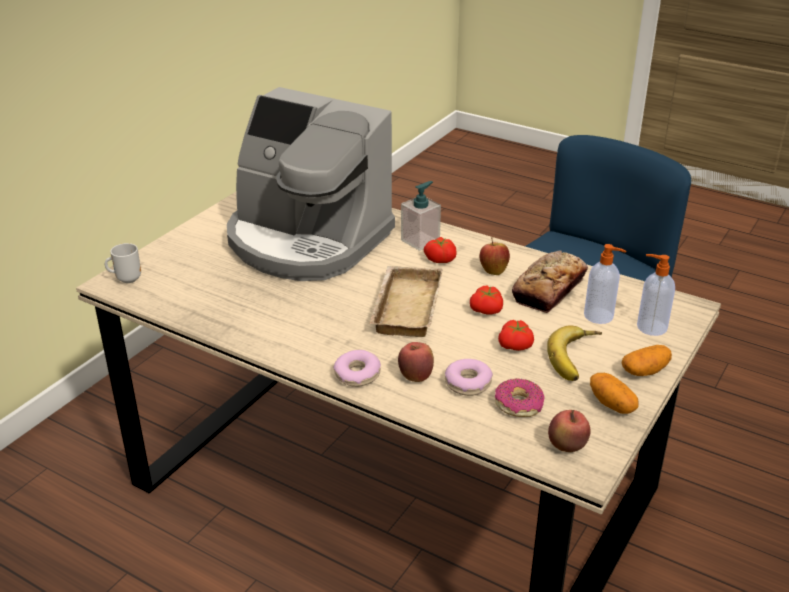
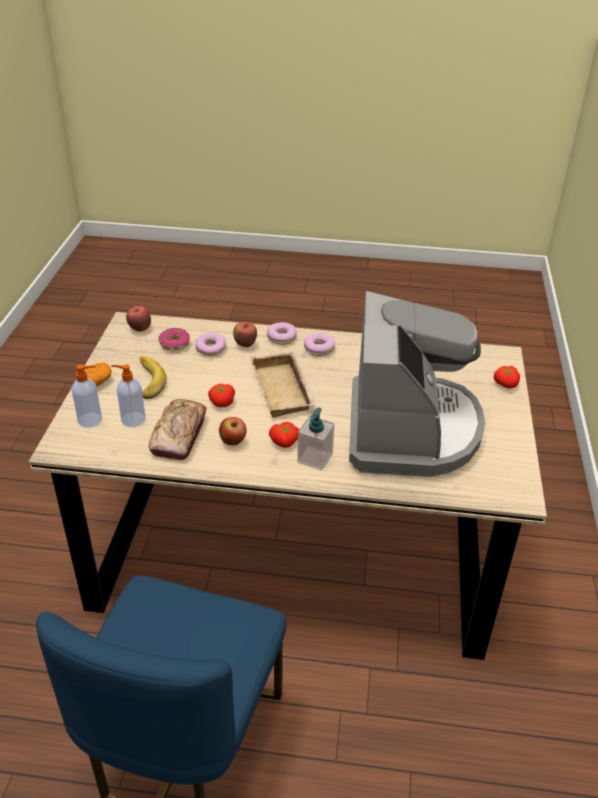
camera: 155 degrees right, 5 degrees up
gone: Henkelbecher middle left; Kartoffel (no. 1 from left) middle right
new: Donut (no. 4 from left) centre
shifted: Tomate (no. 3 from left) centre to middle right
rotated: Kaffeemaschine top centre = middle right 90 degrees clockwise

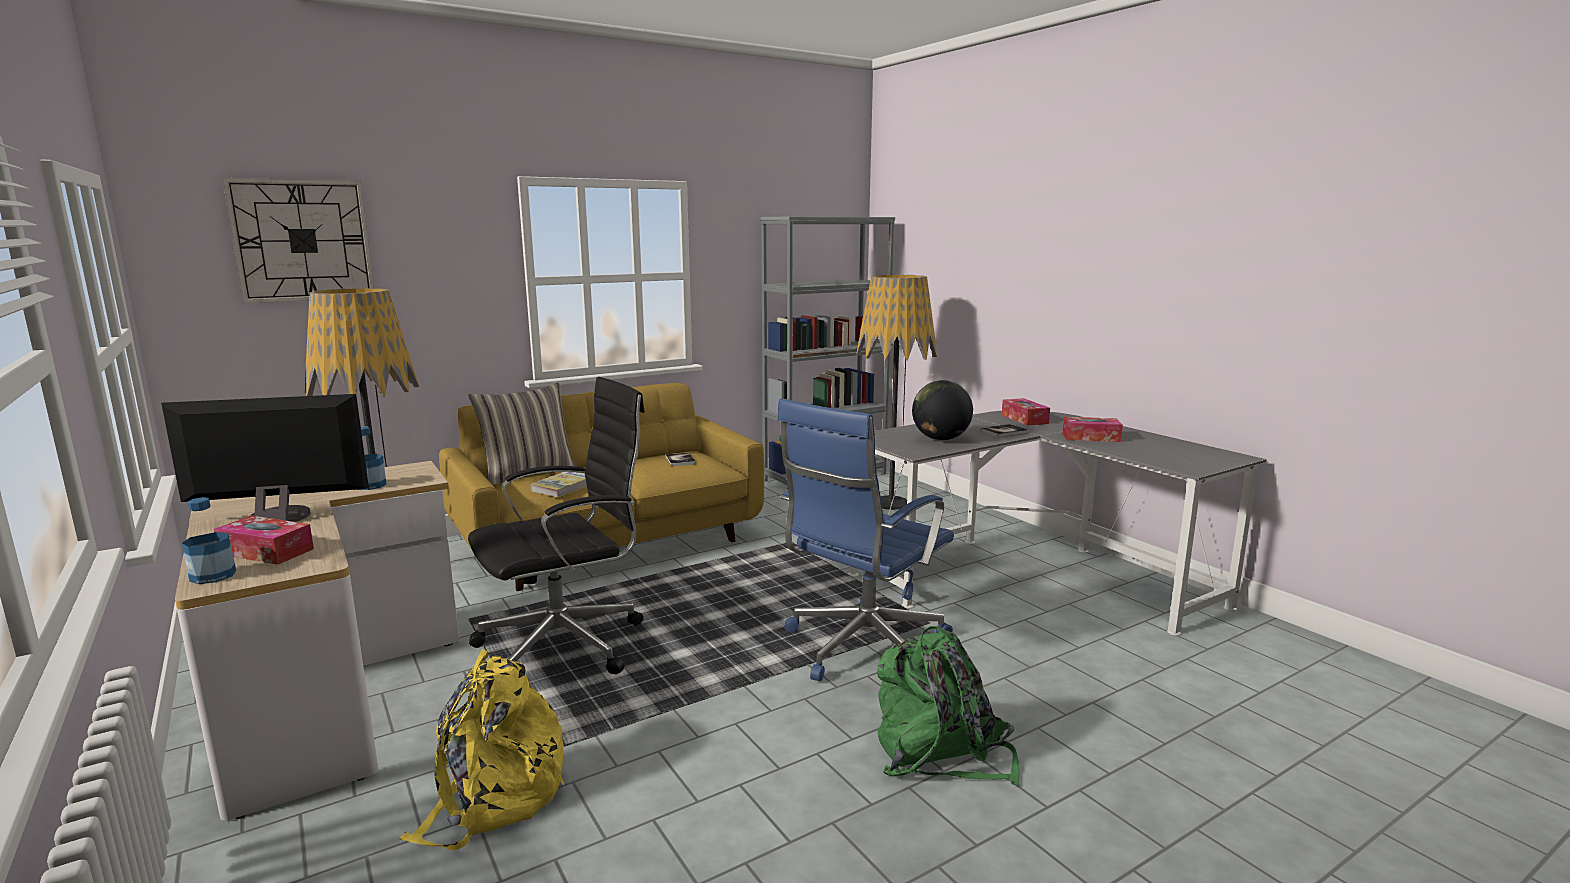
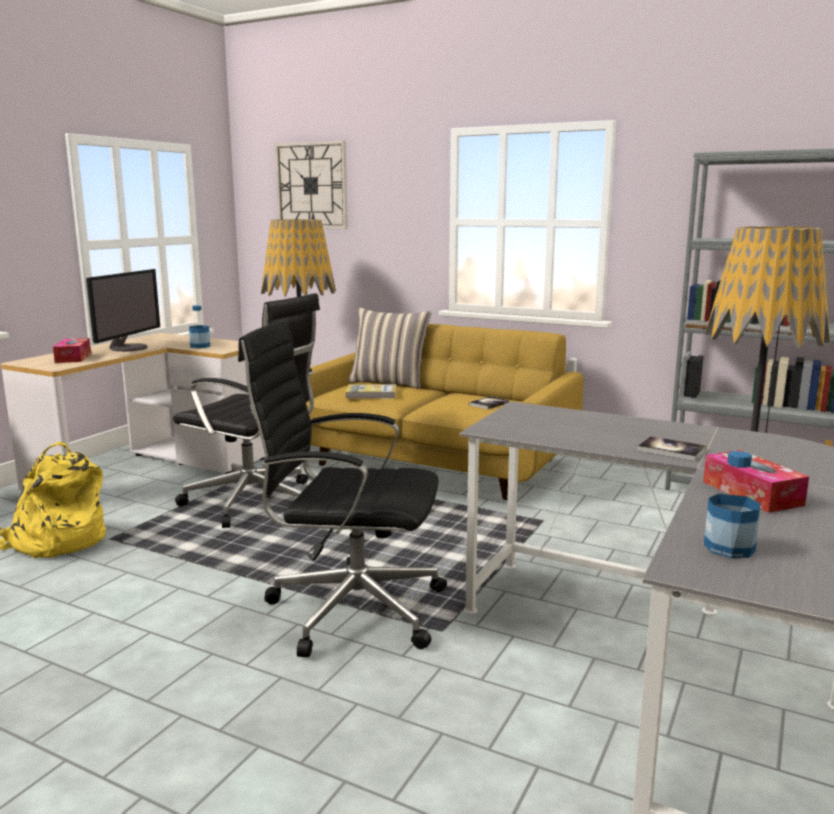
camera: 60 degrees right, 0 degrees up
gone: Rucksack/grün bottom centre; Globus centre; Taschentuchbox (no. 2 from left) centre
shifted: Flasche (no. 1 from left in the first image) middle left to Flasche (no. 2 from left) middle right
repainted: Bürostuhl/blau centre to Bürostuhl/schwarz (no. 2 from left) centre
rotated: Monitor middle left = middle left 60 degrees clockwise

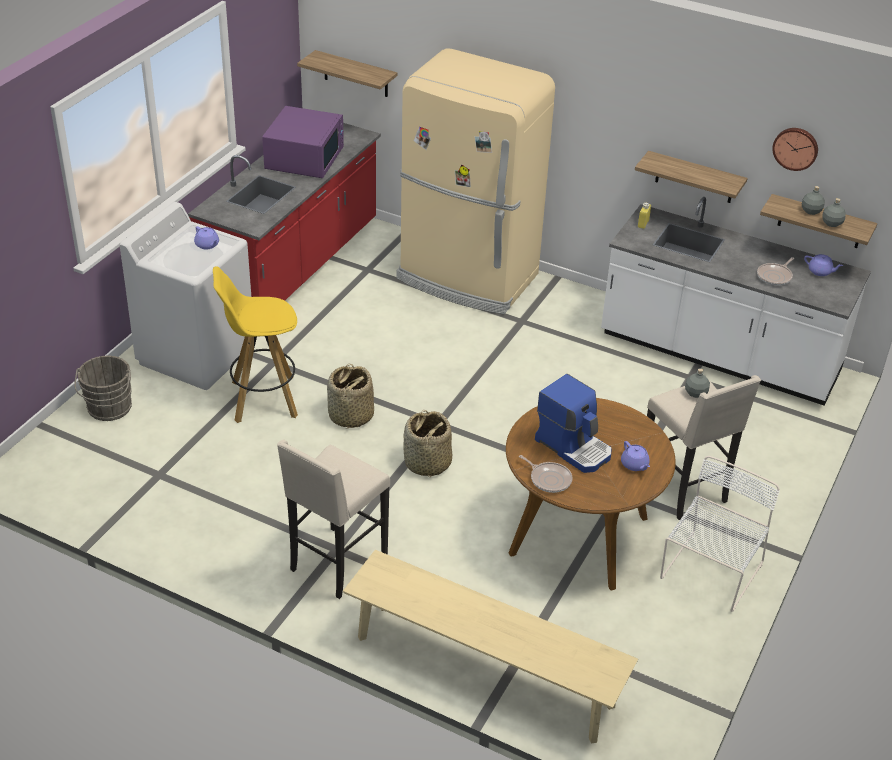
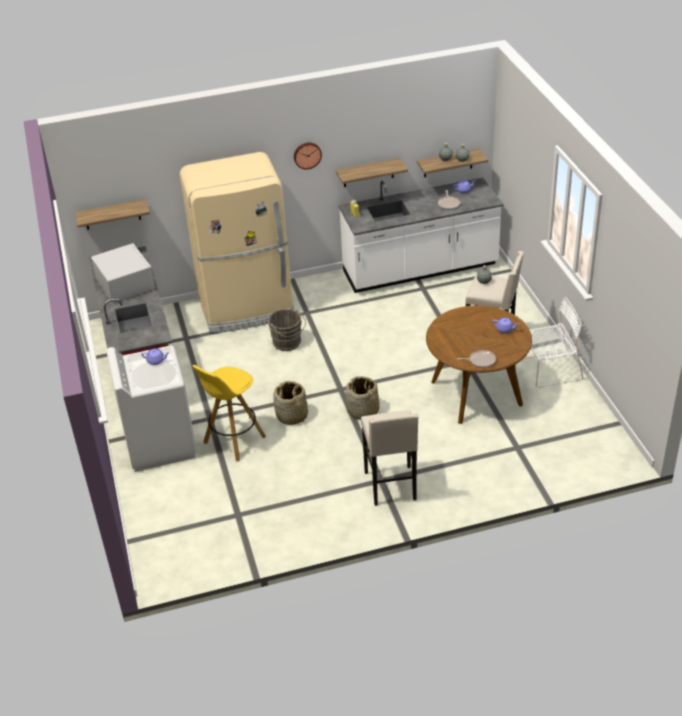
camera: 40 degrees left, 0 degrees up
gone: Bank/beige bottom centre; Kaffeemaschine centre
shifted: Eimer/grau middle left to centre; Wanduhr top right to top centre
repainted: Mikrowelle/lila top centre to Mikrowelle/weiß middle left
rotated: Stuhl/weiß bottom right = middle right 90 degrees clockwise

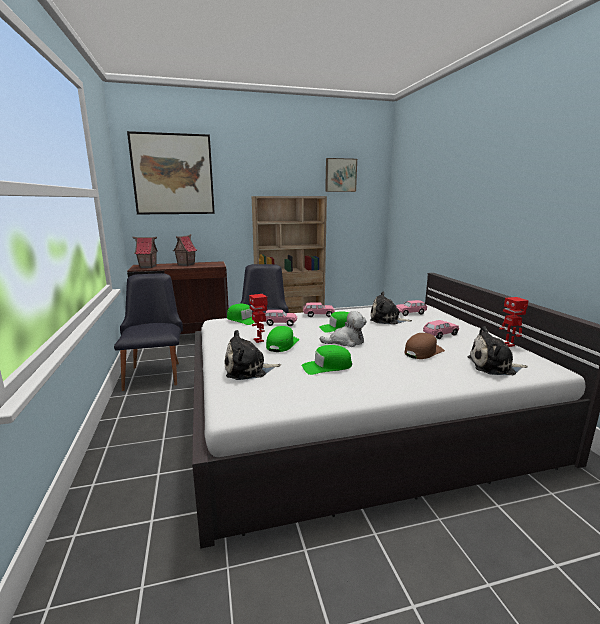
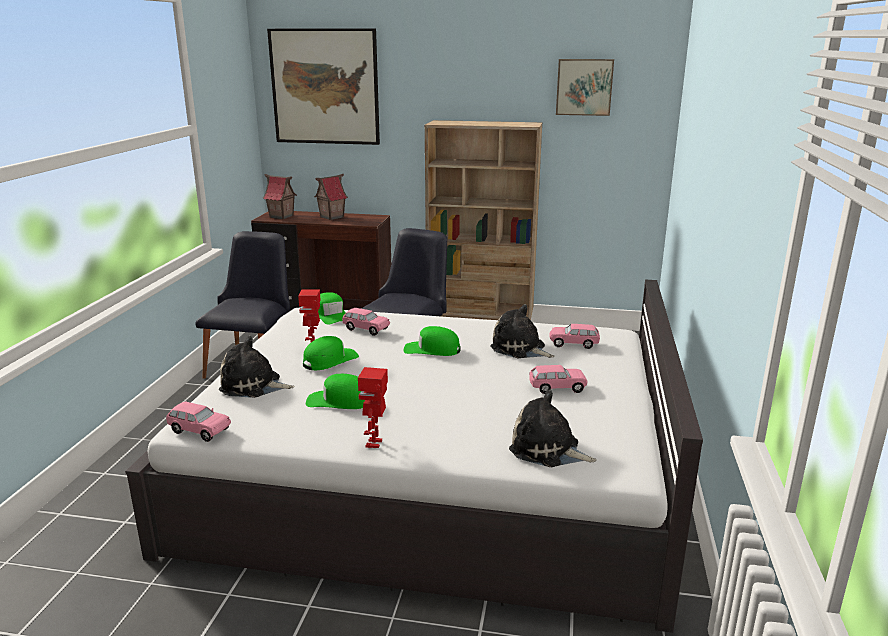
camera: 25 degrees right, 5 degrees up
gone: Plüschtier (no. 2 from left) centre; Kappe/braun middle right
shifted: Spielzeugauto/rosa (no. 2 from left in the first image) centre to Spielzeugauto/rosa (no. 1 from left) middle left; Spielzeugroboter (no. 2 from left) middle right to centre

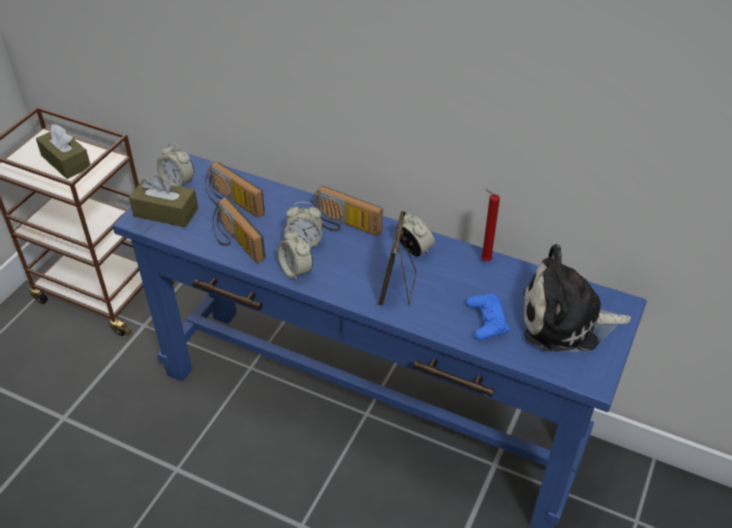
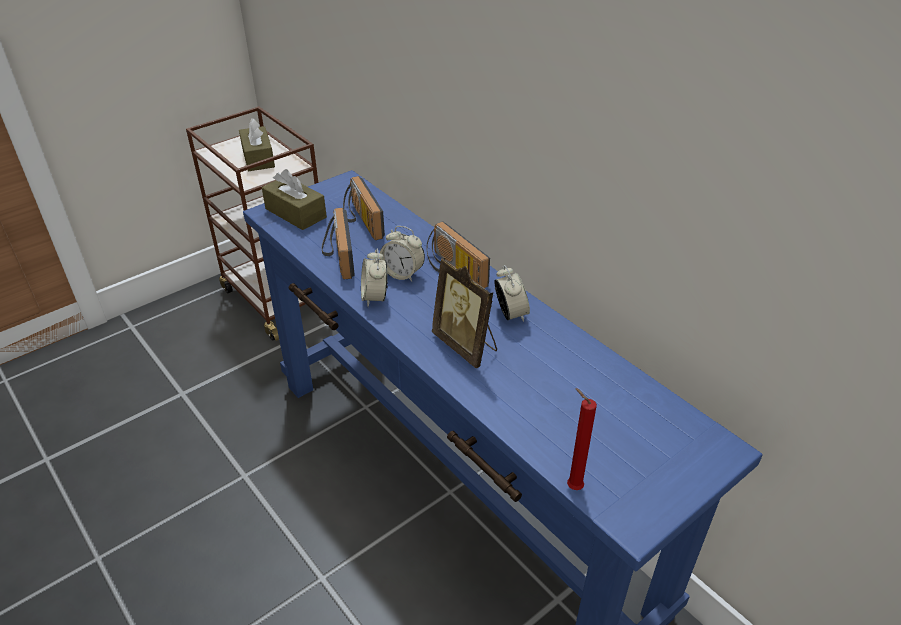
camera: 25 degrees right, 5 degrees down
gone: Wecker (no. 1 from left) top left; Gamepad/blau centre; Plüschtier middle right
shifted: Kerze/rot middle right to bottom centre
rotated: Bilderrahmen centre = centre 75 degrees counterclockwise

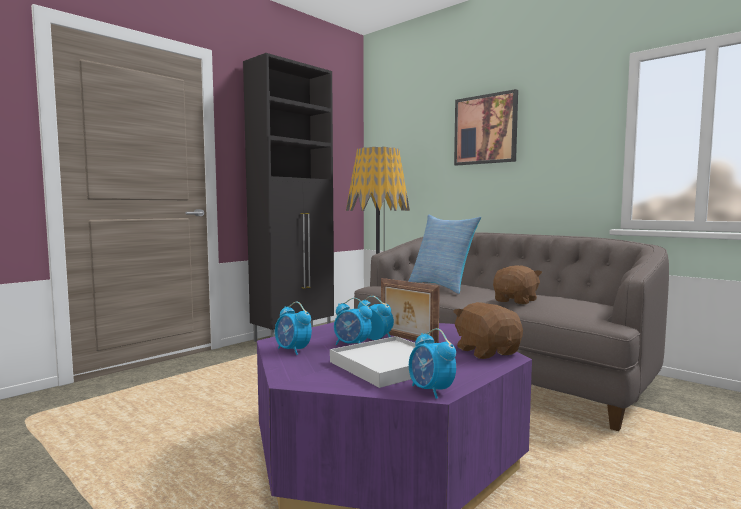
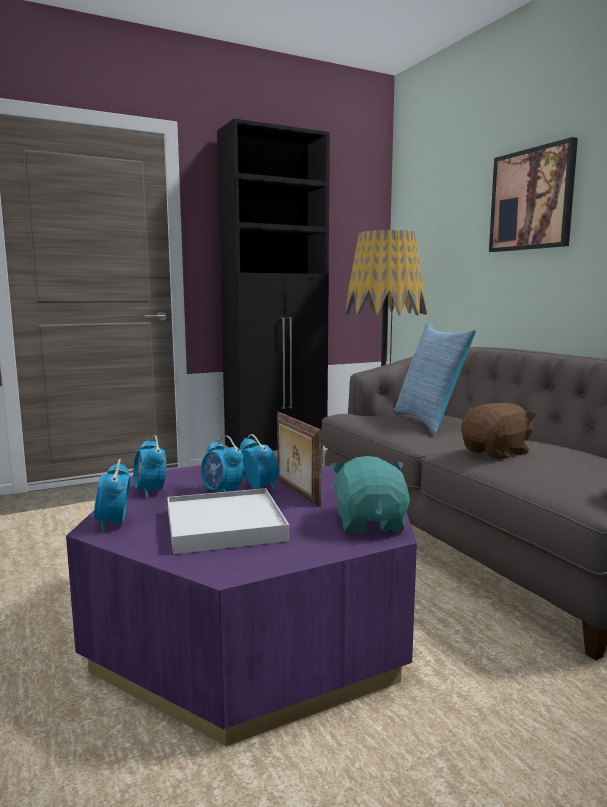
camera: 20 degrees right, 5 degrees up
shifted: Wecker (no. 4 from left in the first image) bottom centre to Wecker (no. 1 from left) middle left
repainted: Plüschtier/braun (no. 1 from left) centre to Plüschtier/türkis centre

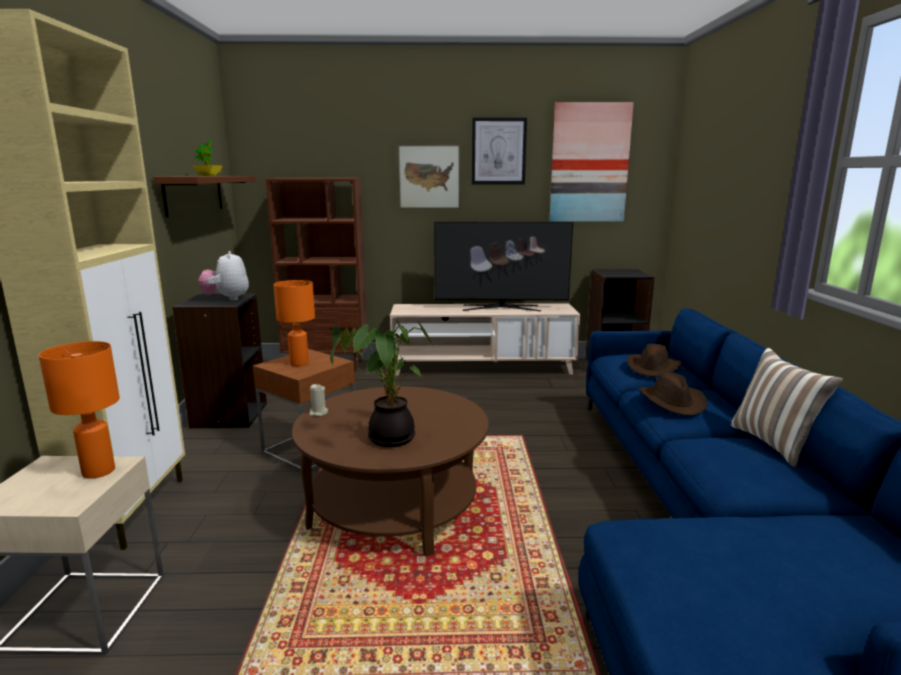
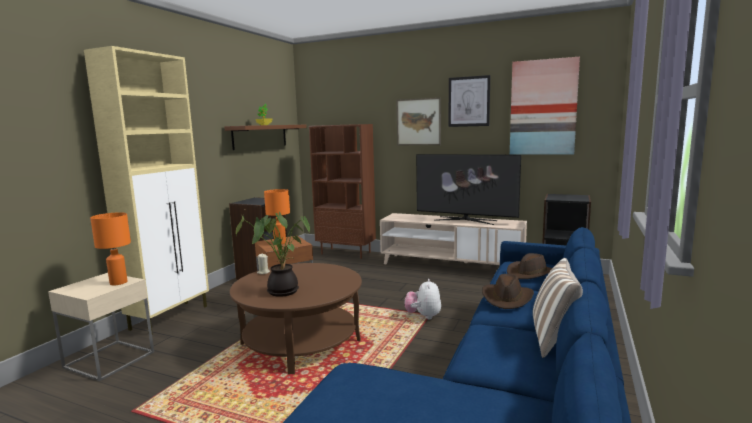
camera: 25 degrees right, 5 degrees down
shifted: Plüschtier middle left to bottom centre

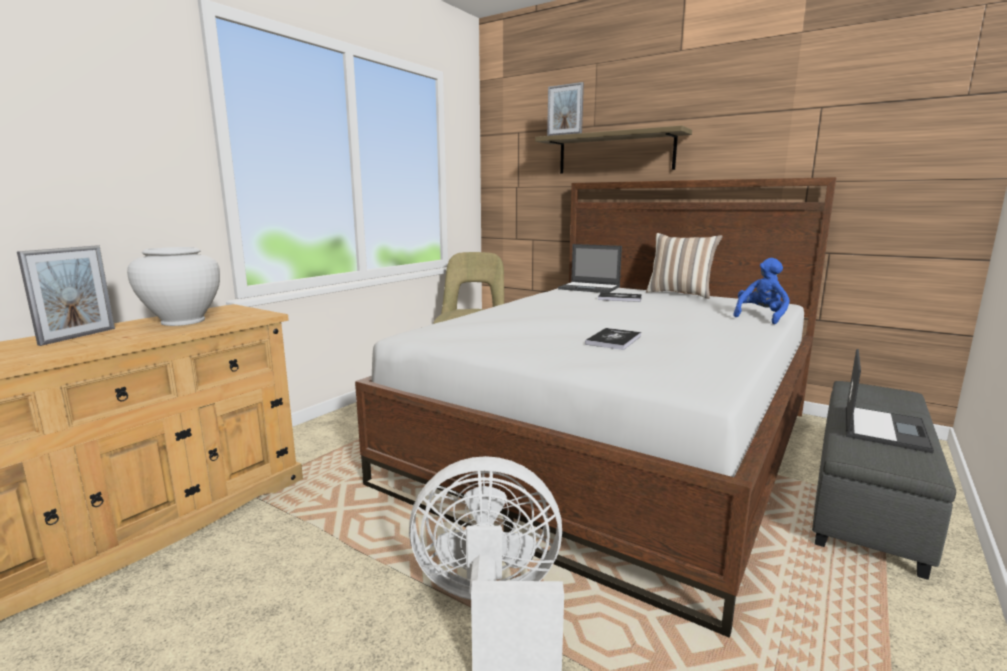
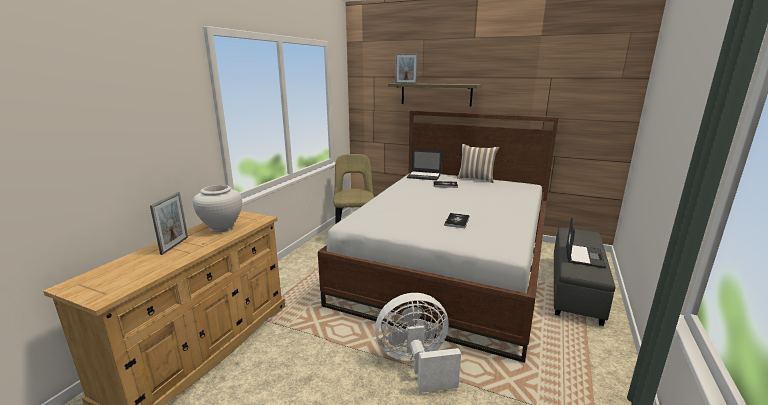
camera: 10 degrees left, 5 degrees up
gone: Plüschtier/blau middle right

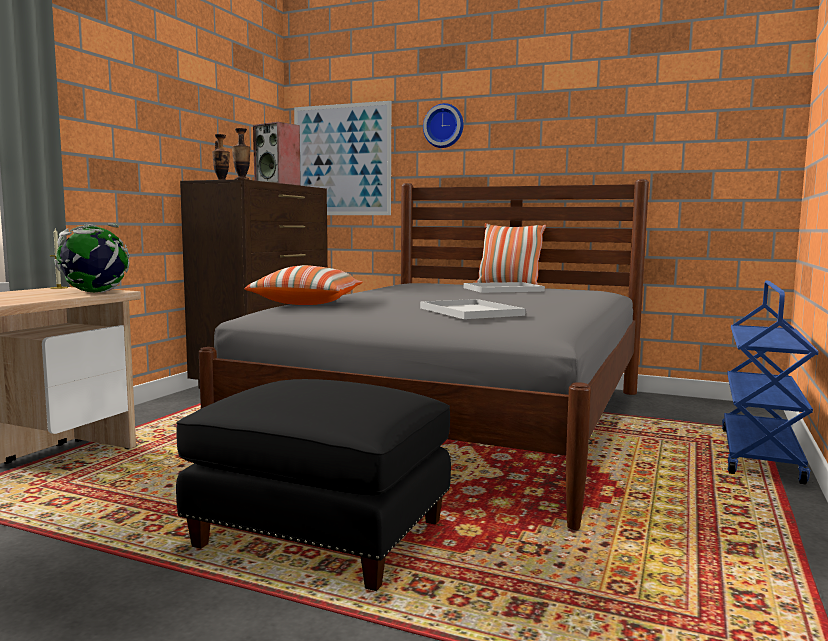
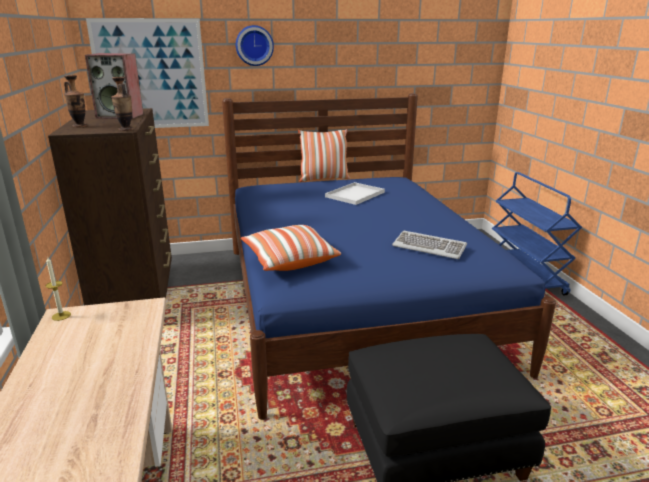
camera: 35 degrees left, 15 degrees up
gone: Globus middle left
swapped: Tablett/weiß (no. 1 from left) centre to Tastatur centre
repainted: Bett/grau centre to Bett/blau centre

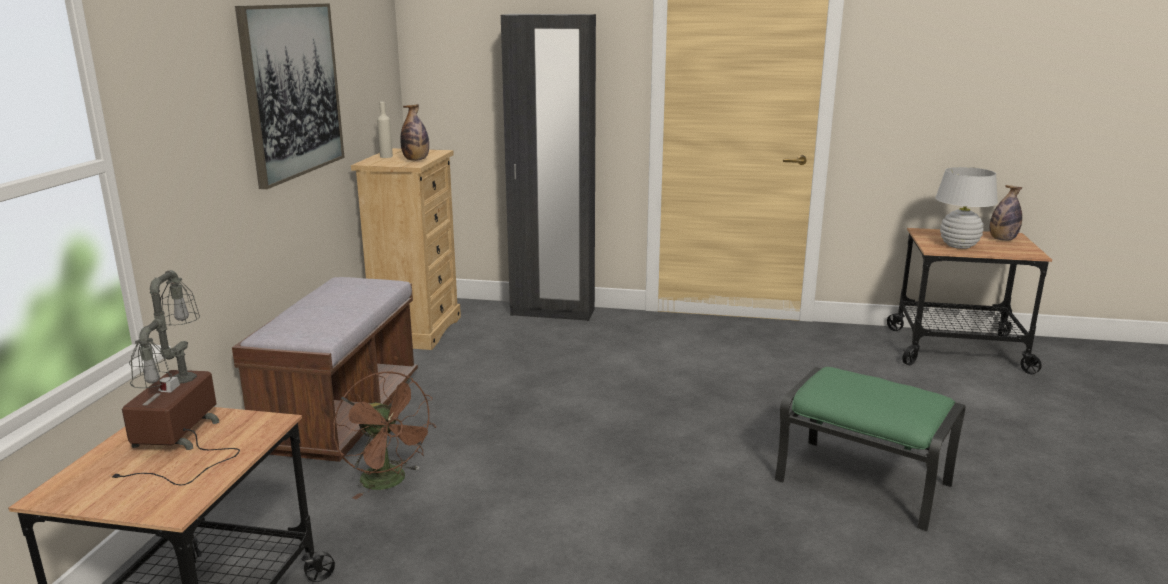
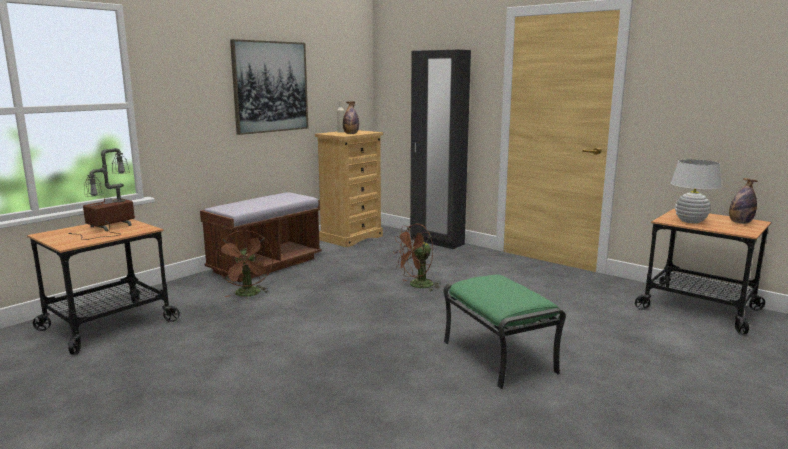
camera: 30 degrees right, 5 degrees down
new: Ventilator/braun (no. 2 from left) centre

